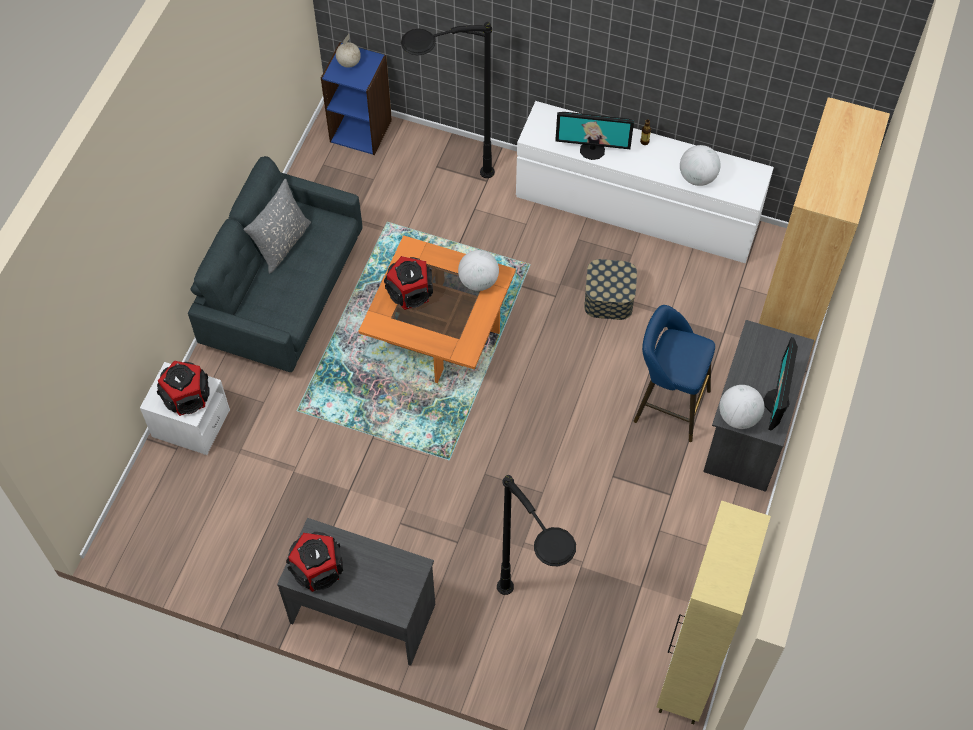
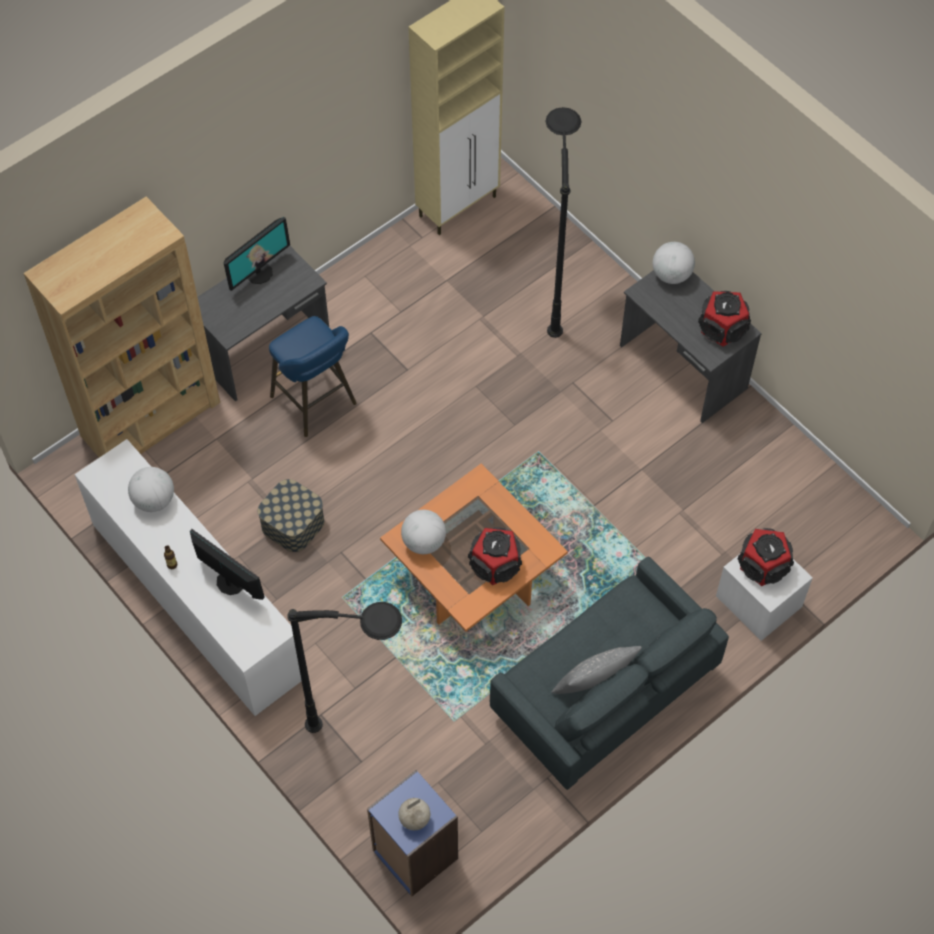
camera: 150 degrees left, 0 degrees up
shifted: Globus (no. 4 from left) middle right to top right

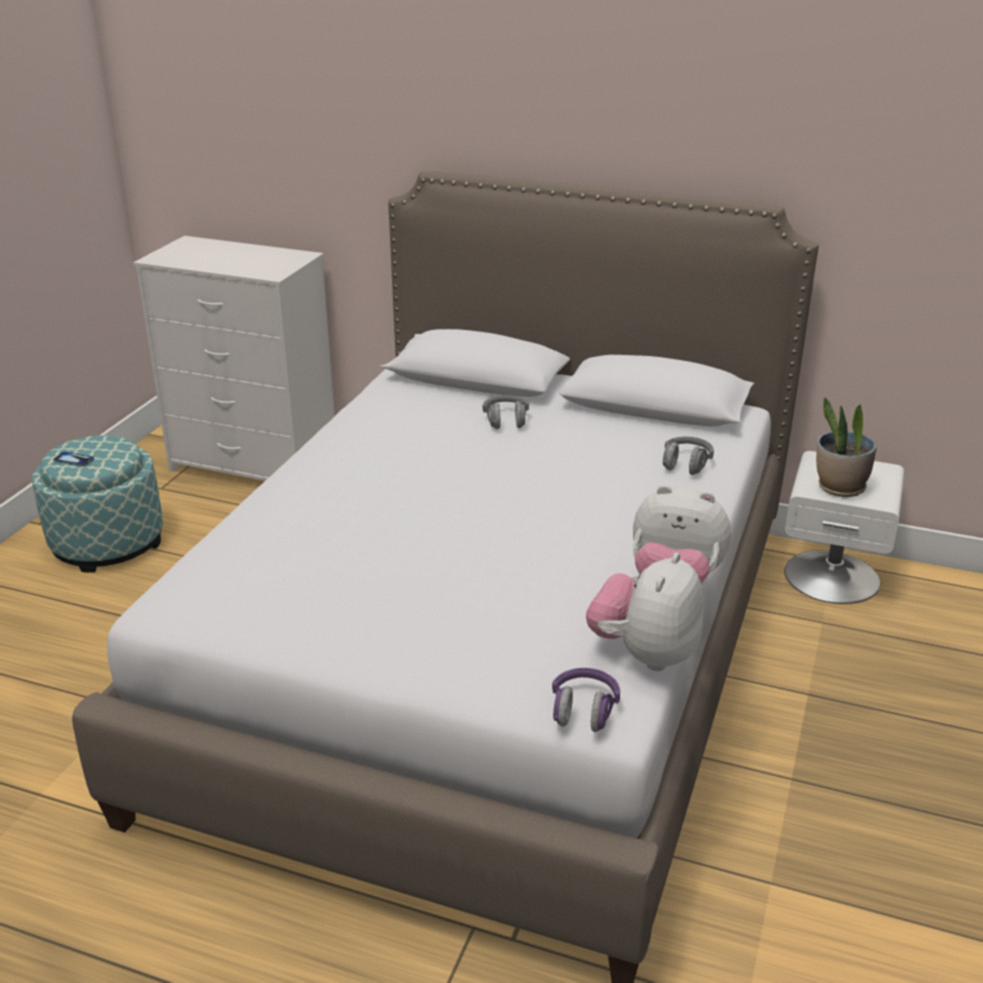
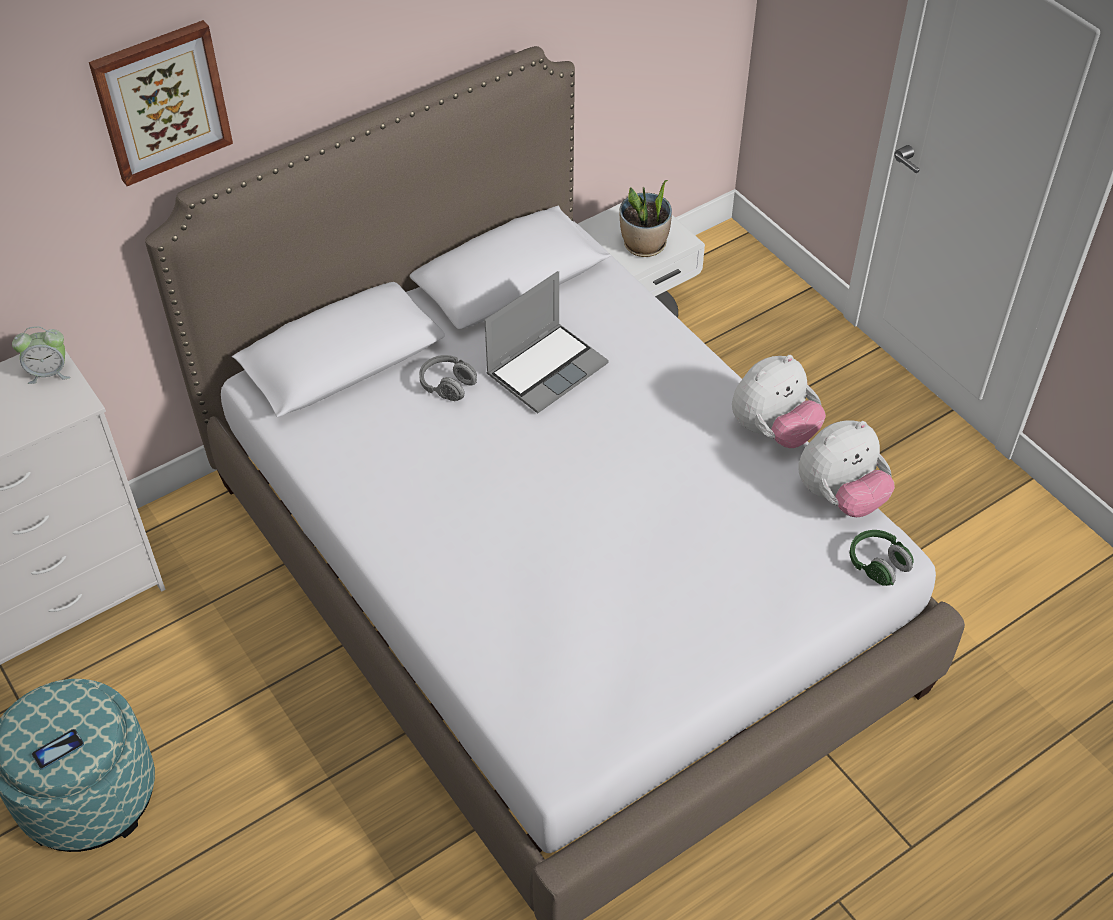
camera: 55 degrees left, 20 degrees up
gone: Kopfhörer/grau (no. 2 from left) middle right
new: Wecker middle left; Bild top left; Laptop centre
repainted: Kopfhörer/lila bottom centre to Kopfhörer/grün middle right
rotated: Plüschtier (no. 1 from left in the first image) centre = middle right 90 degrees counterclockwise

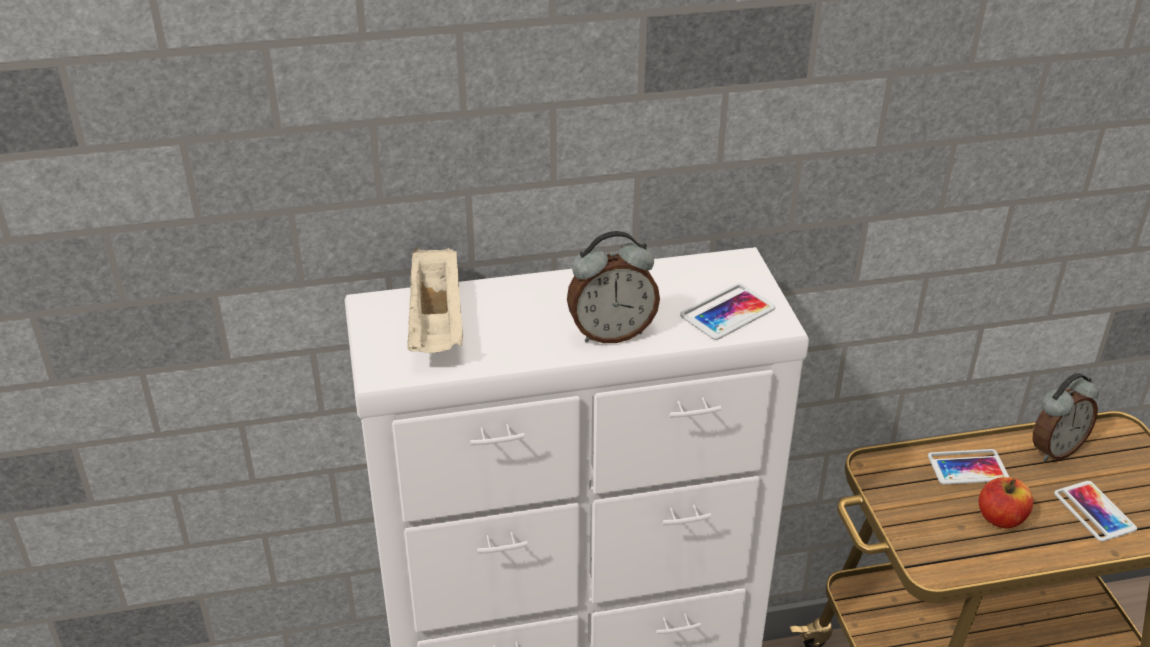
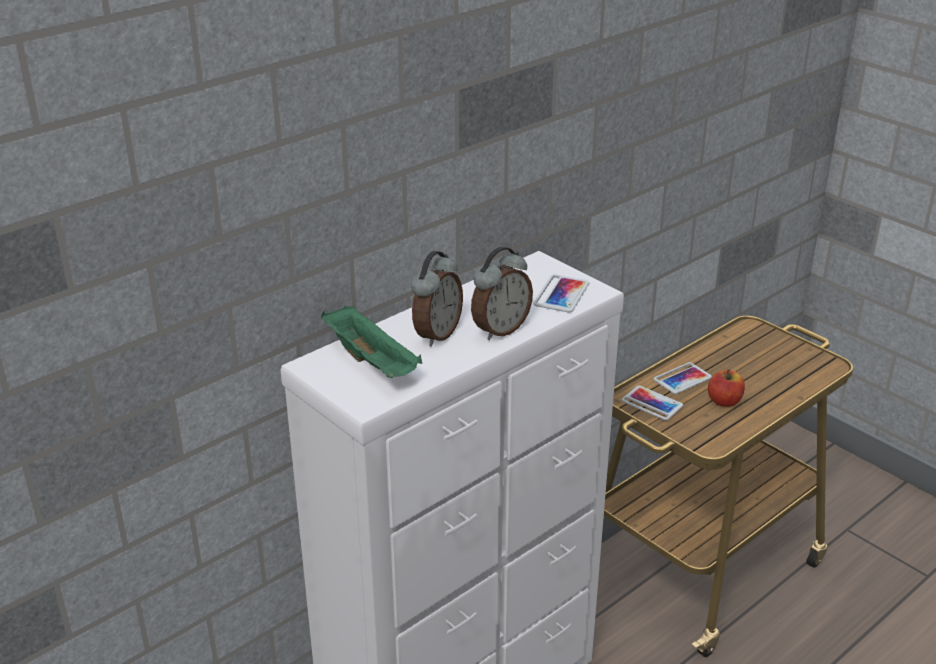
camera: 30 degrees left, 5 degrees down
shifted: Wecker (no. 2 from left in the first image) middle right to Wecker (no. 1 from left) centre; Handy (no. 3 from left in the first image) bottom right to Handy (no. 2 from left) middle right
repainted: Tablett/beige centre to Tablett/grün centre

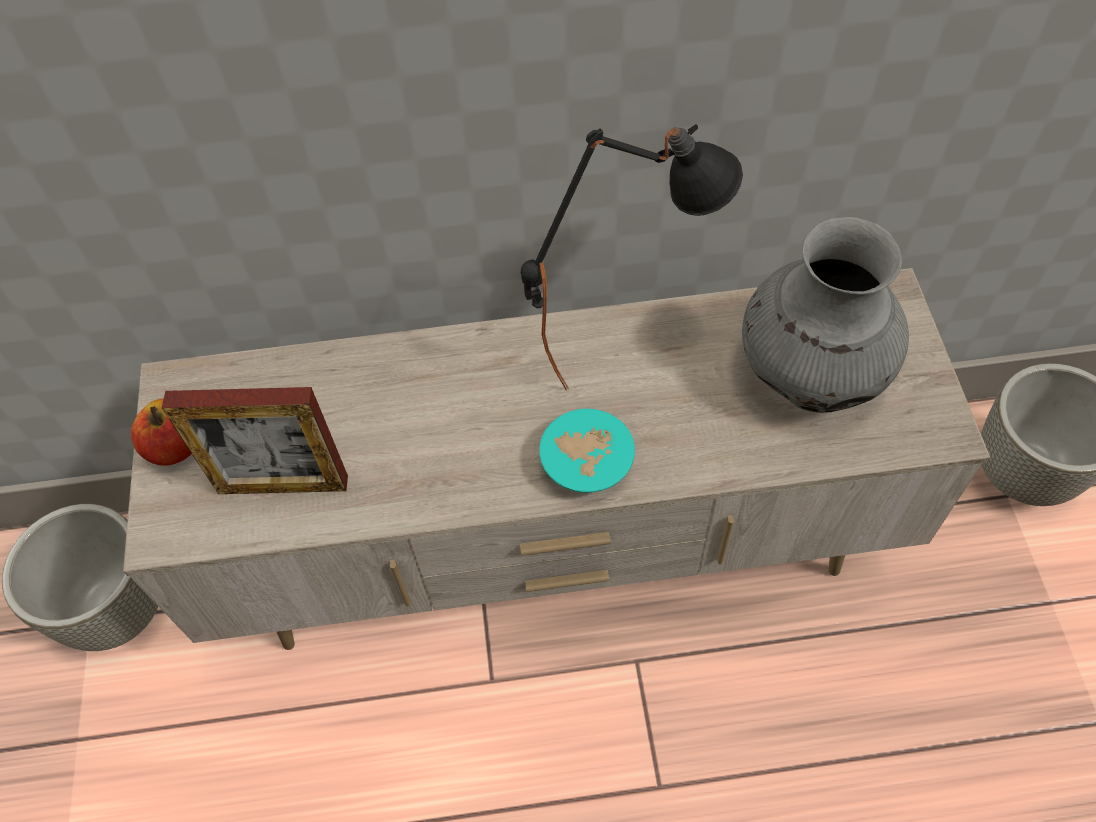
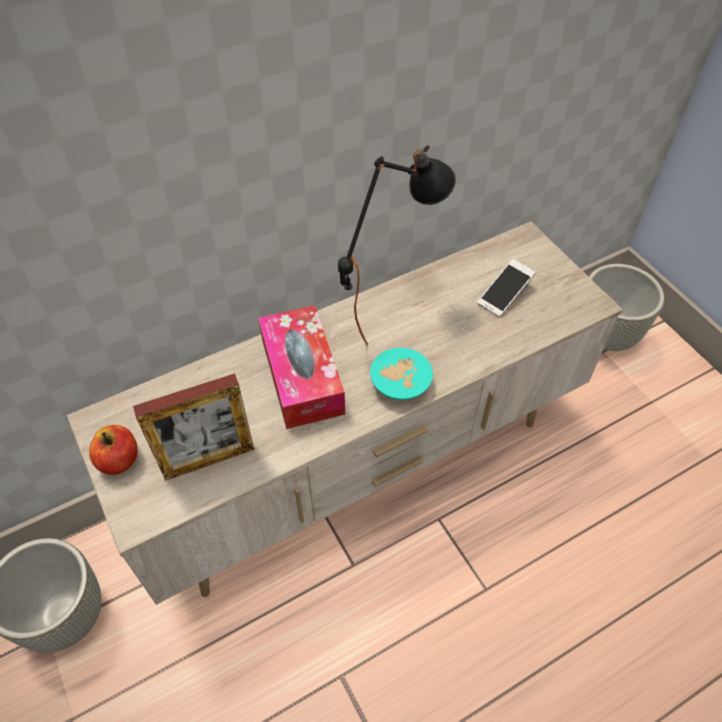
camera: 25 degrees left, 5 degrees down
new: Taschentuchbox centre
swapped: Vase/grau middle right to Handy middle right

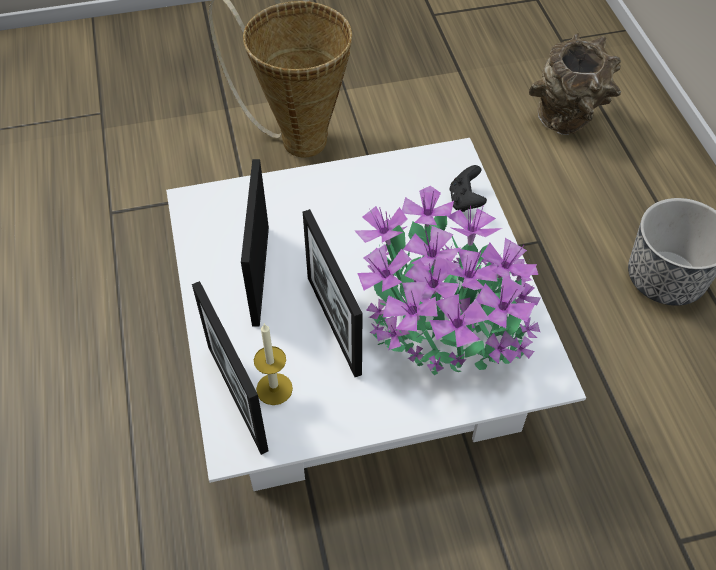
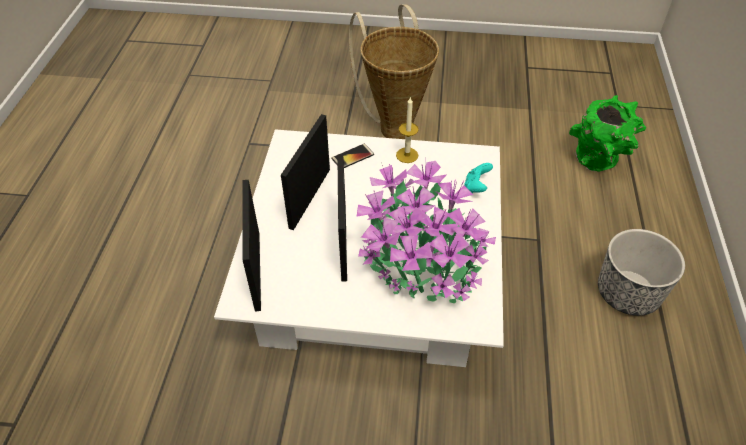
camera: 20 degrees right, 5 degrees down
new: Handy centre
shifted: Kerze centre to top centre
repainted: Gamepad/schwarz top centre to Gamepad/türkis centre; Vase/braun top right to Vase/grün top right

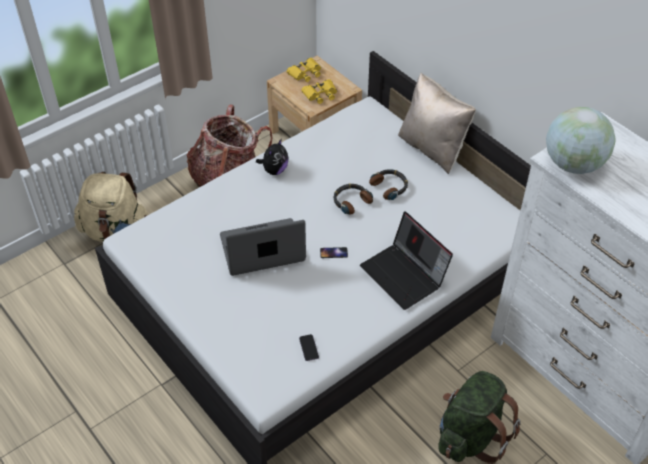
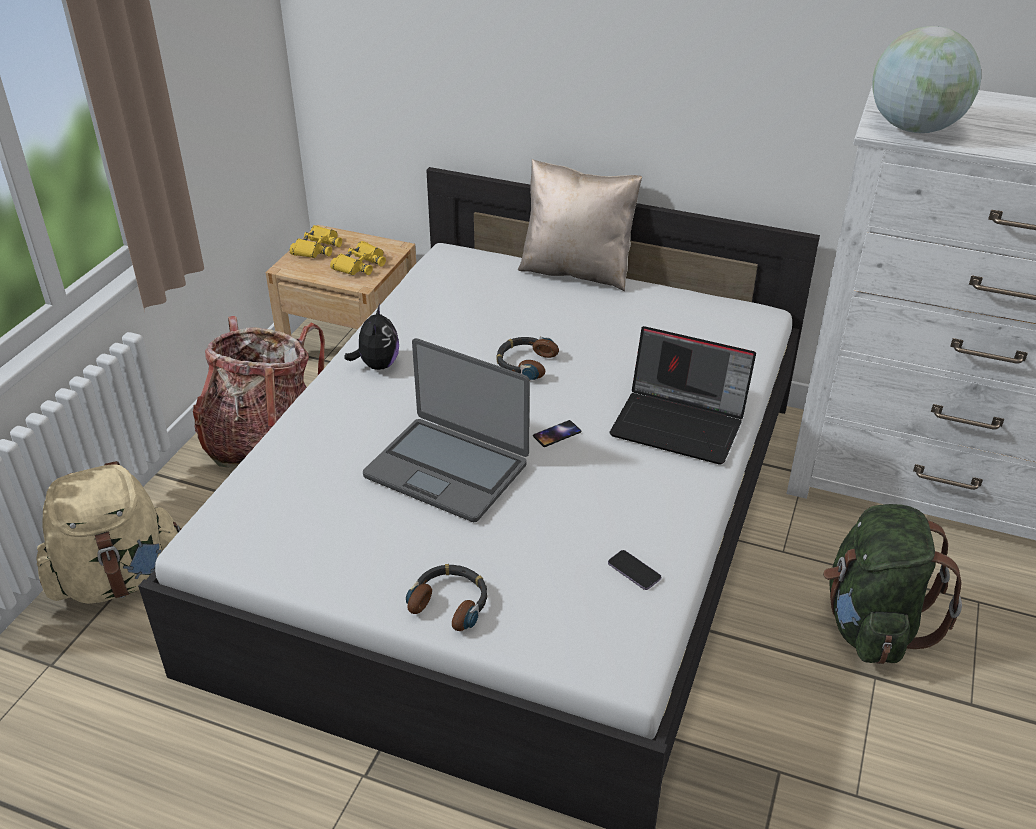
camera: 30 degrees left, 10 degrees down
shifted: Kopfhörer (no. 2 from left in the first image) centre to Kopfhörer (no. 1 from left) bottom centre
rotated: Laptop (no. 1 from left) centre = centre 105 degrees counterclockwise

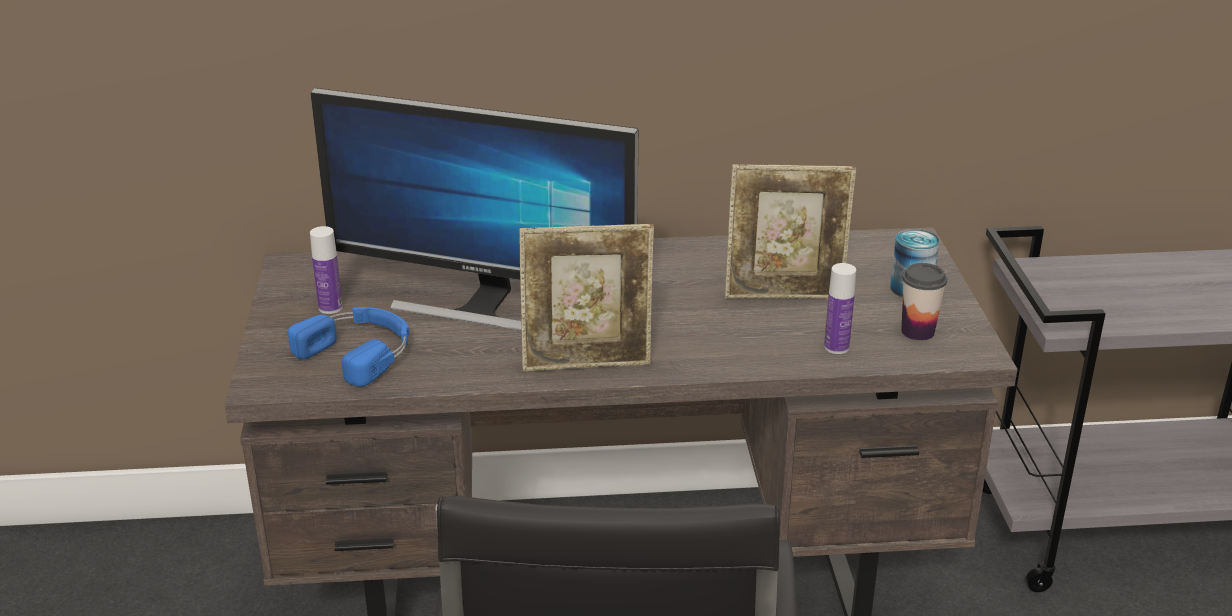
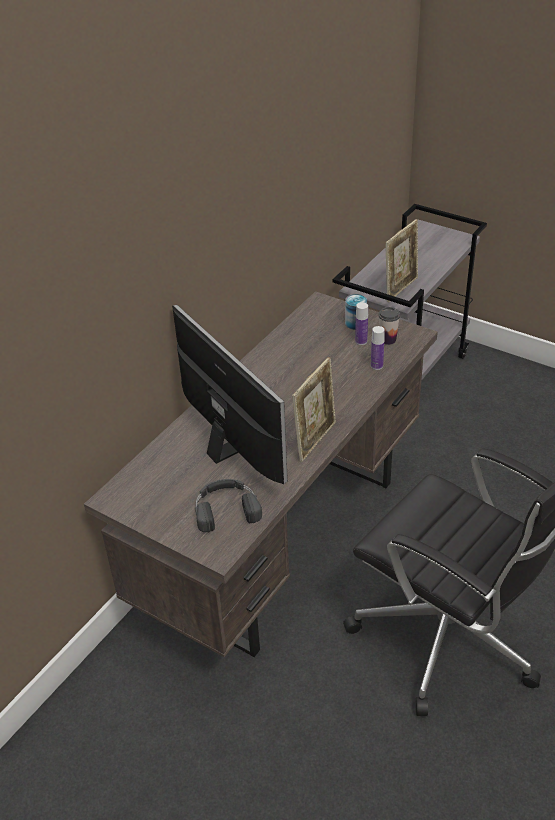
camera: 50 degrees left, 10 degrees up
shifted: Flasche (no. 1 from left) middle left to centre; Bilderrahmen (no. 2 from left) centre to top right
repainted: Kopfhörer/blau middle left to Kopfhörer/schwarz centre
rotated: Monitor centre = centre 90 degrees counterclockwise

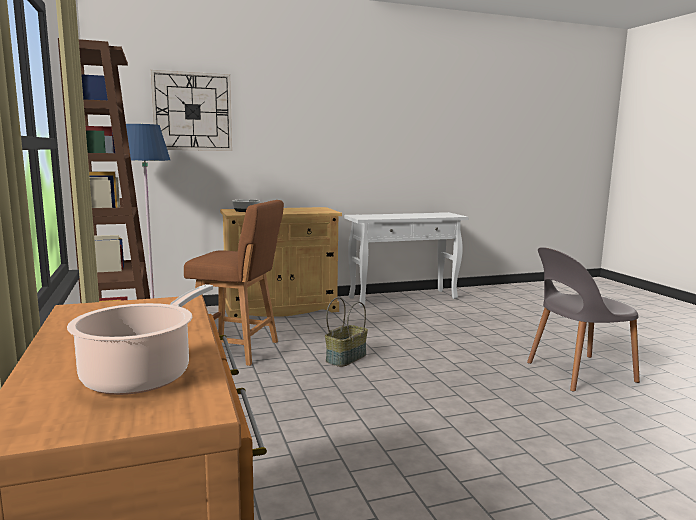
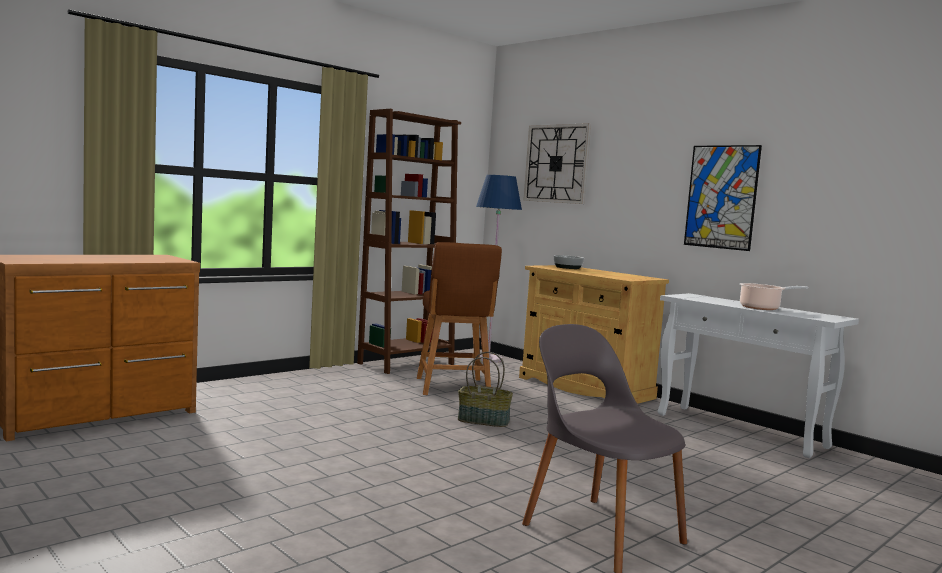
camera: 65 degrees right, 5 degrees down
new: Bild middle right
shifted: Kochtopf middle left to middle right

